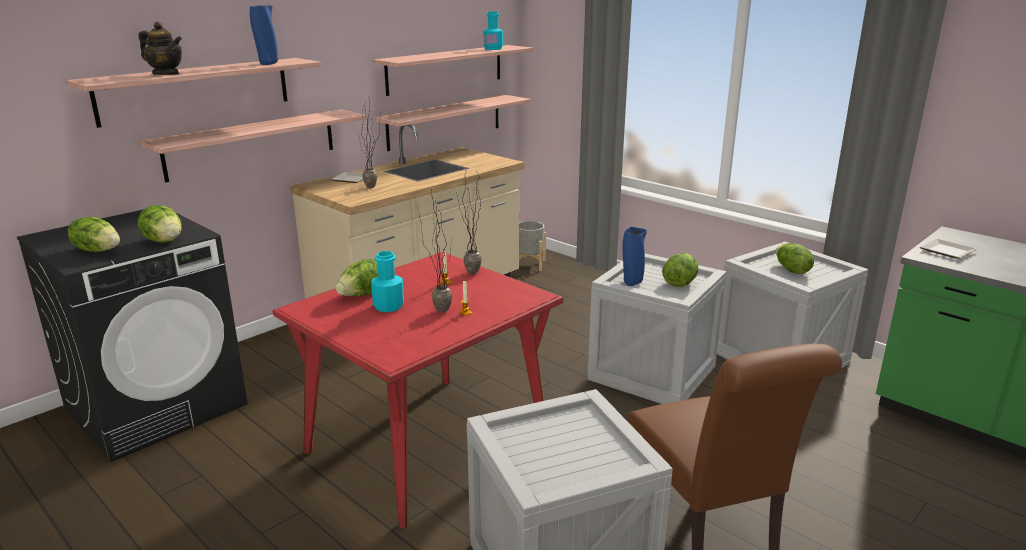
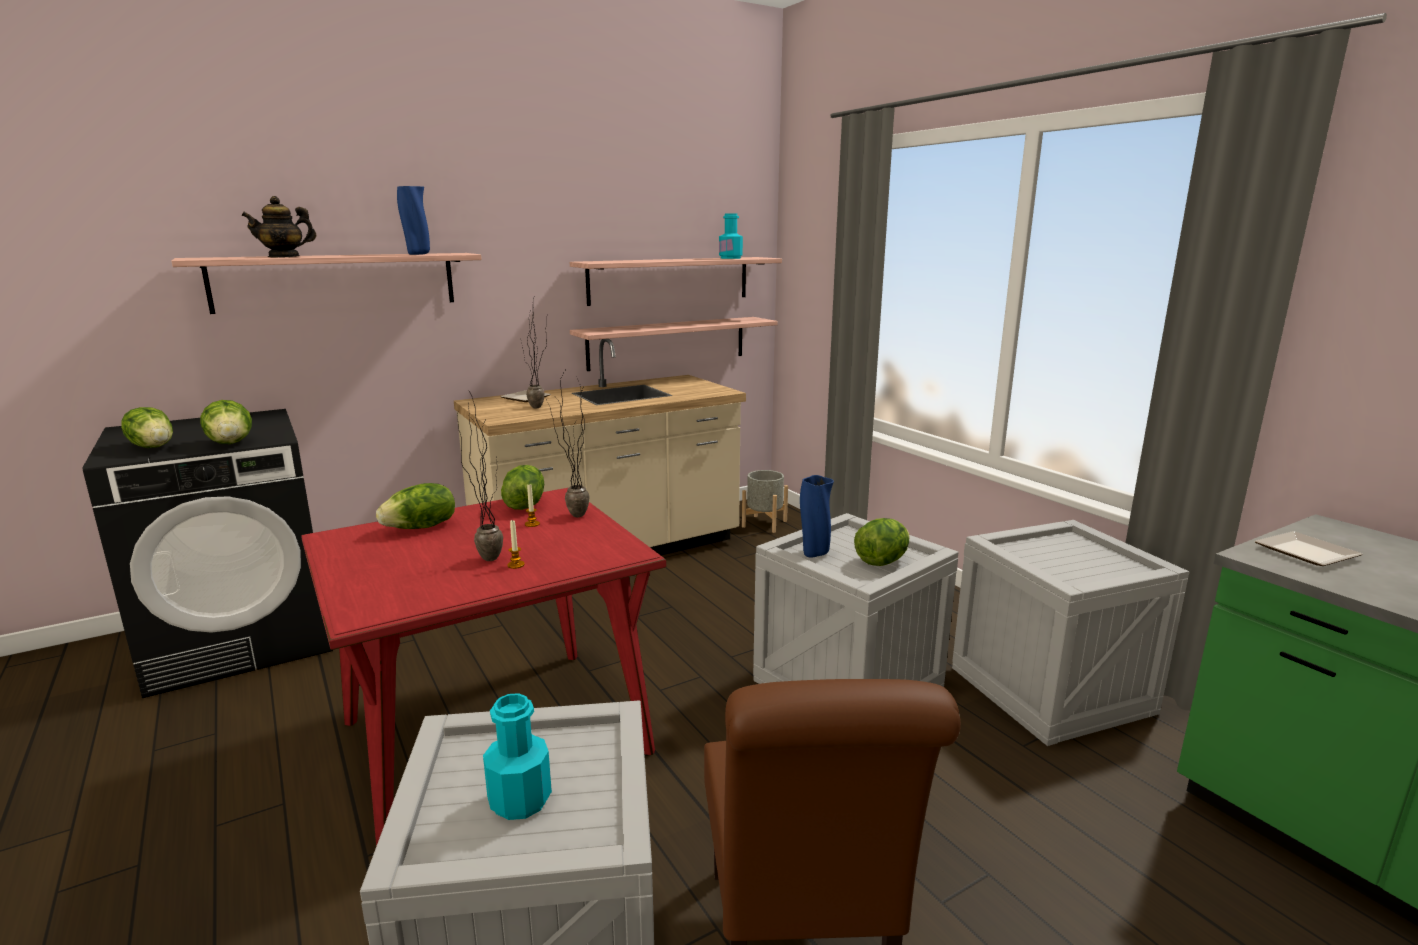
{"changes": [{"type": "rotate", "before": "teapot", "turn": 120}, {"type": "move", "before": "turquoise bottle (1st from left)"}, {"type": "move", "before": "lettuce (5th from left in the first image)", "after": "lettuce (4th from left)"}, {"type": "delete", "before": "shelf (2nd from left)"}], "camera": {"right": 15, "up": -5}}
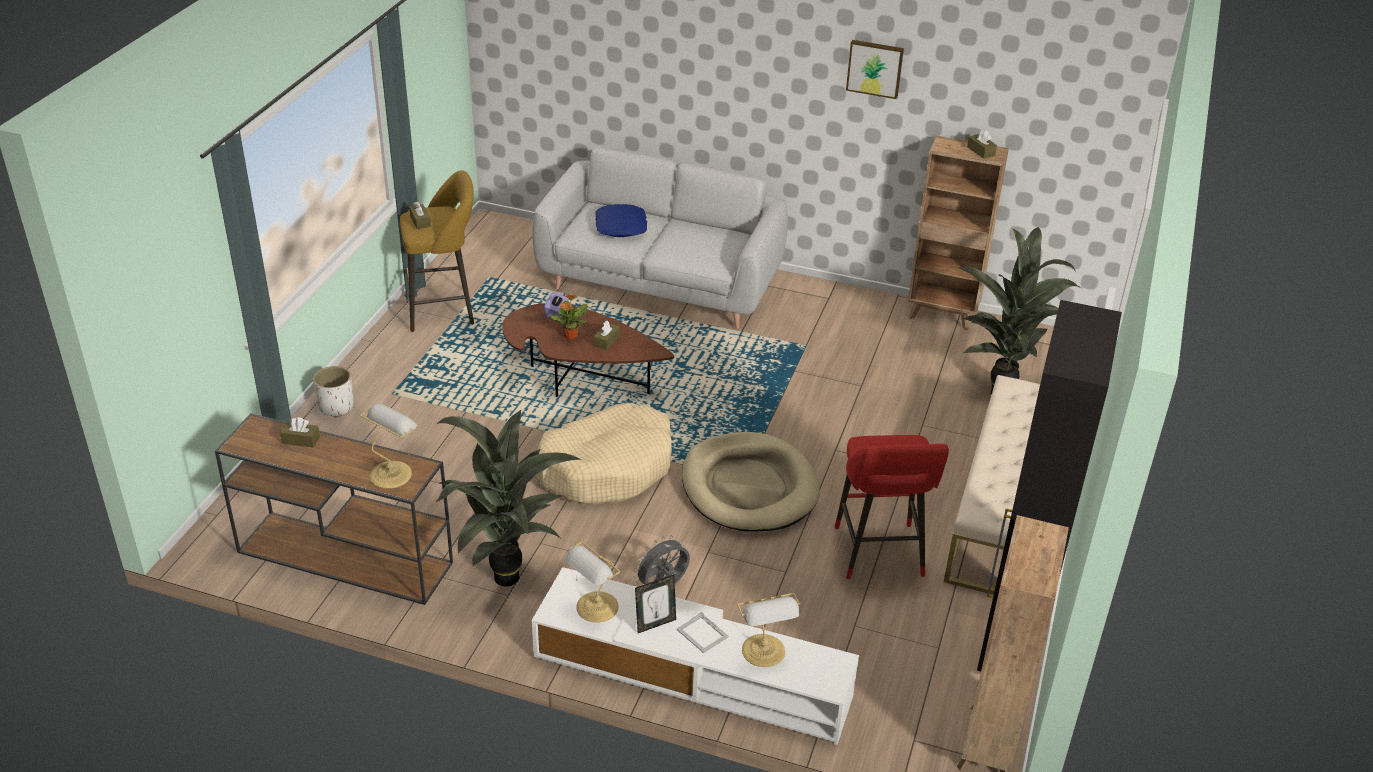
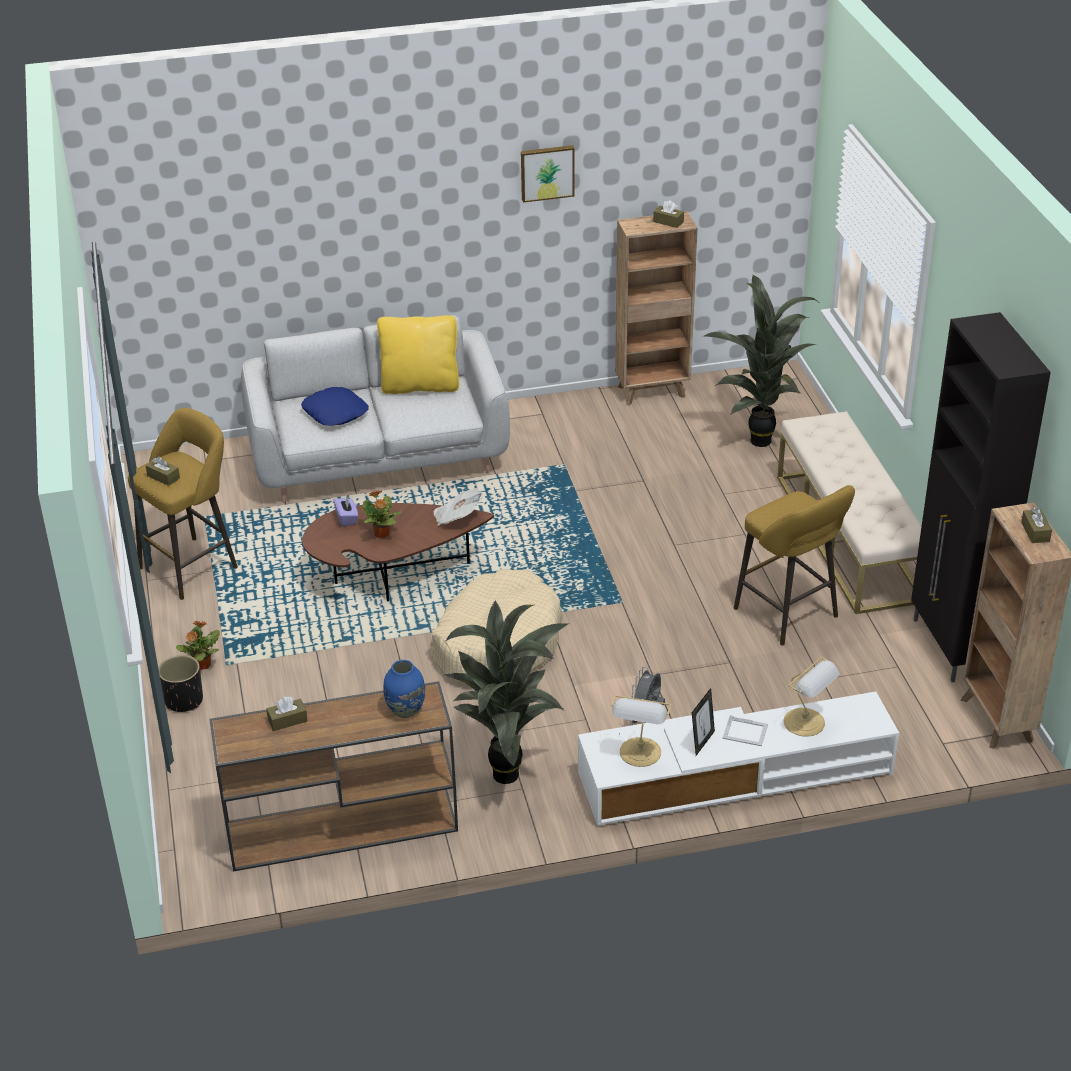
{"changes": [{"type": "recolor", "before": "white planter", "after": "black planter"}, {"type": "insert", "after": "potted plant (1st from left)"}, {"type": "insert", "after": "yellow pillow"}, {"type": "replace", "before": "table lamp (1st from left)", "after": "blue vase"}, {"type": "insert", "after": "newspaper"}, {"type": "recolor", "before": "red stool", "after": "yellow stool (2nd from left)"}, {"type": "move", "before": "brown tissue box (3rd from left in the first image)", "after": "brown tissue box (4th from left)"}, {"type": "delete", "before": "beige dog bed (2nd from left)"}], "camera": {"right": -30, "up": 0}}
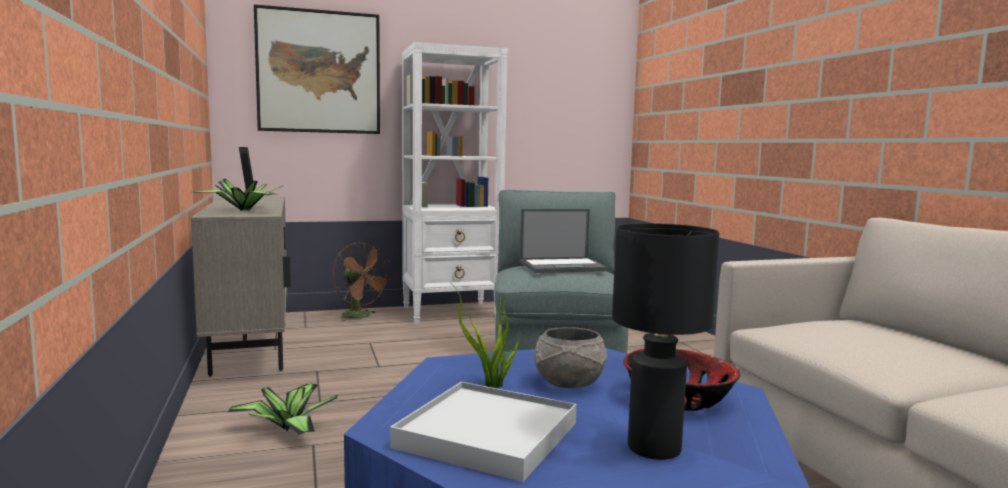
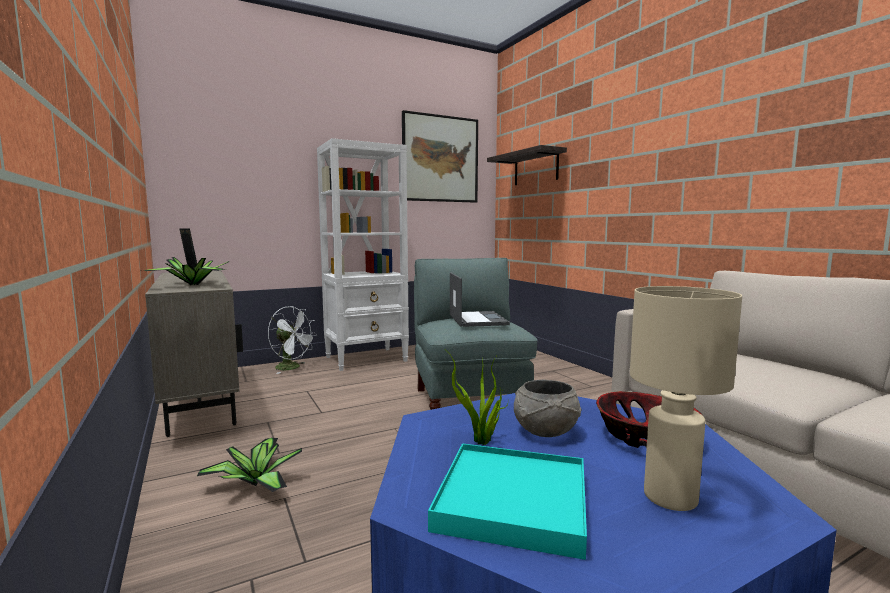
{"changes": [{"type": "recolor", "before": "brown fan", "after": "white fan"}, {"type": "move", "before": "picture"}, {"type": "recolor", "before": "white tray", "after": "turquoise tray"}, {"type": "rotate", "before": "laptop", "turn": -75}, {"type": "insert", "after": "shelf"}, {"type": "recolor", "before": "black table lamp", "after": "beige table lamp"}], "camera": {"right": -10, "up": 0}}
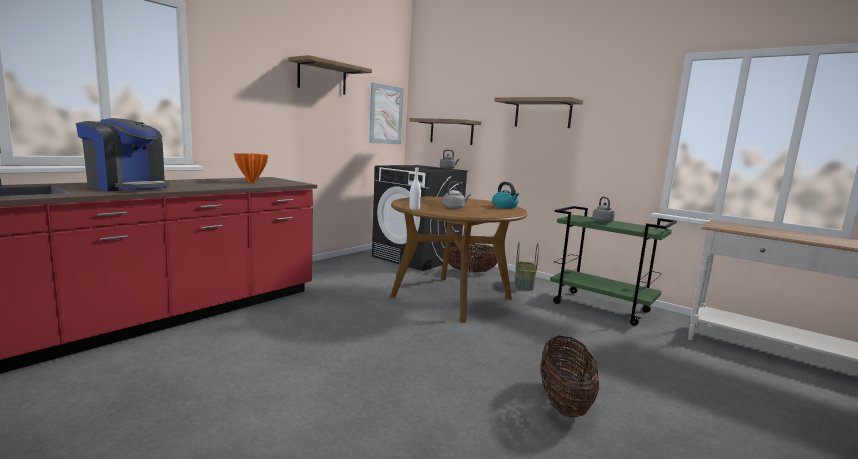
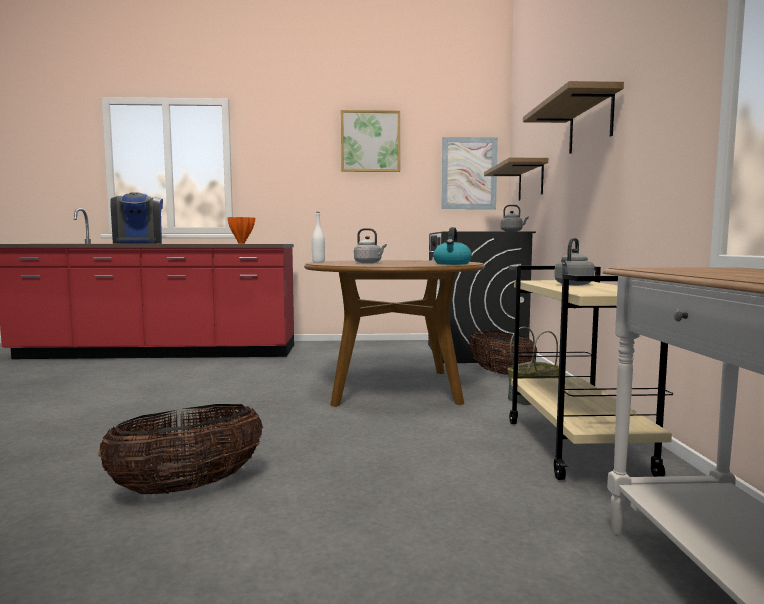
{"changes": [{"type": "replace", "before": "shelf (1st from left)", "after": "picture (1st from left)"}, {"type": "recolor", "before": "green cart", "after": "beige cart"}], "camera": {"right": 50, "up": -5}}
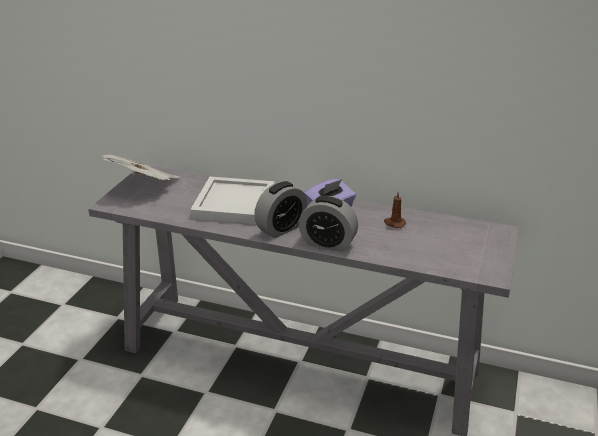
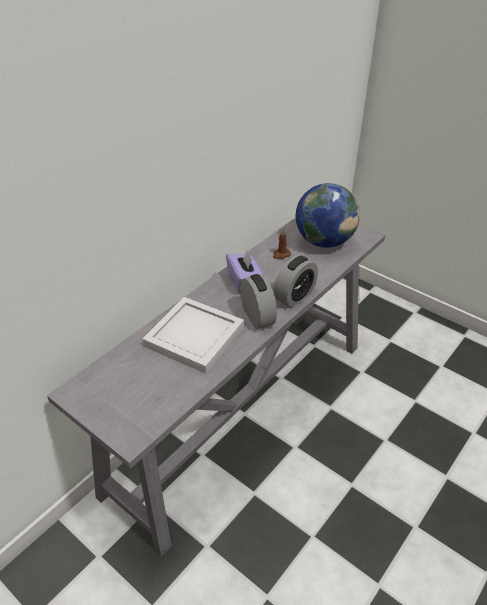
{"changes": [{"type": "insert", "after": "globe"}, {"type": "delete", "before": "newspaper"}], "camera": {"right": -70, "up": 10}}
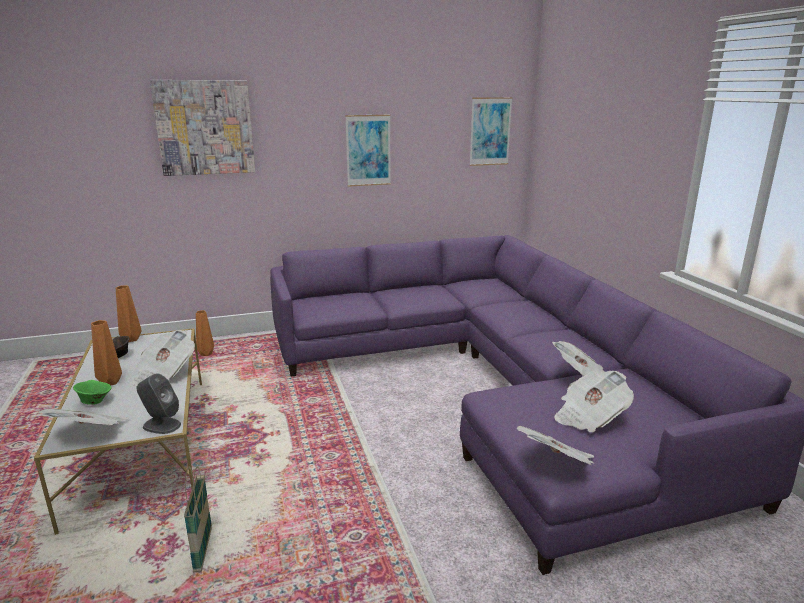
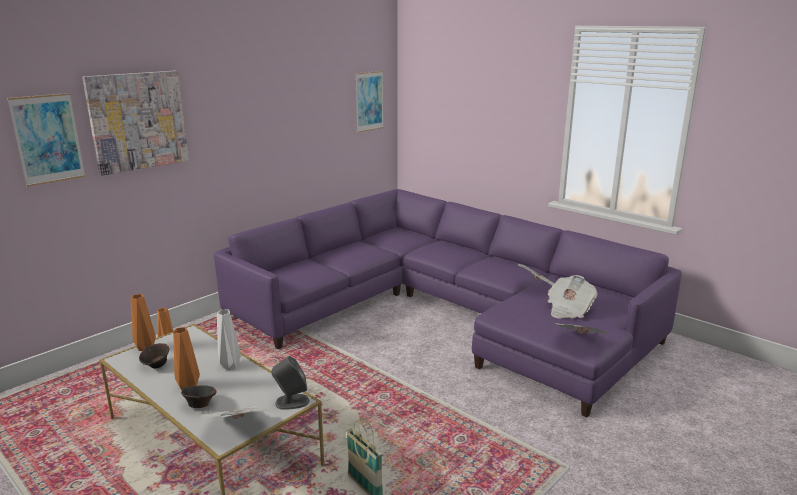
{"changes": [{"type": "move", "before": "picture (2nd from left in the first image)", "after": "picture (1st from left)"}, {"type": "recolor", "before": "green bowl", "after": "brown bowl (2nd from left)"}, {"type": "replace", "before": "newspaper (2nd from left)", "after": "white vase"}], "camera": {"right": -30, "up": 0}}
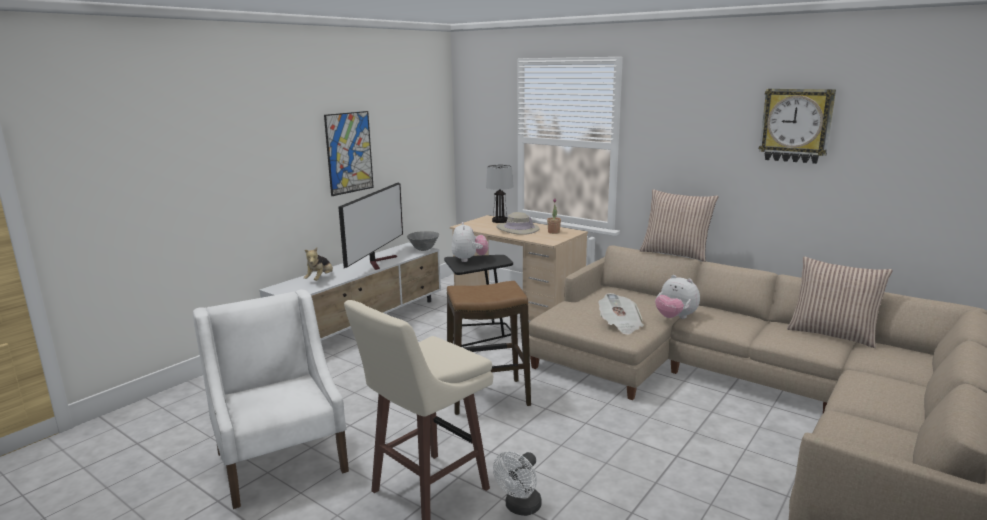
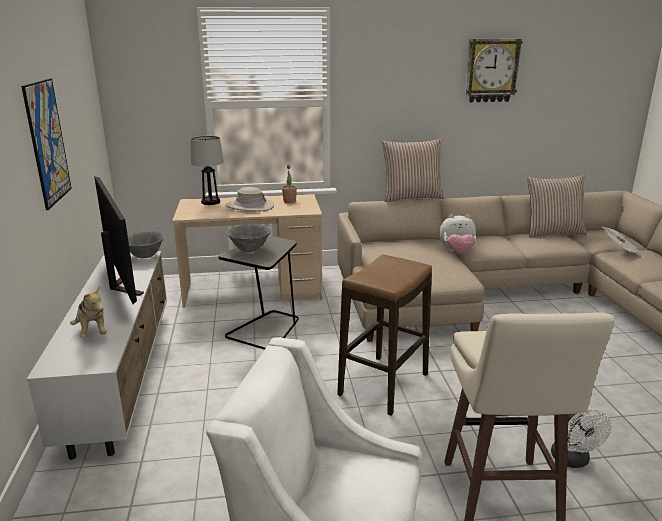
{"changes": [{"type": "replace", "before": "plush toy (2nd from left)", "after": "grey bowl (2nd from left)"}, {"type": "move", "before": "newspaper"}], "camera": {"right": -45, "up": 5}}
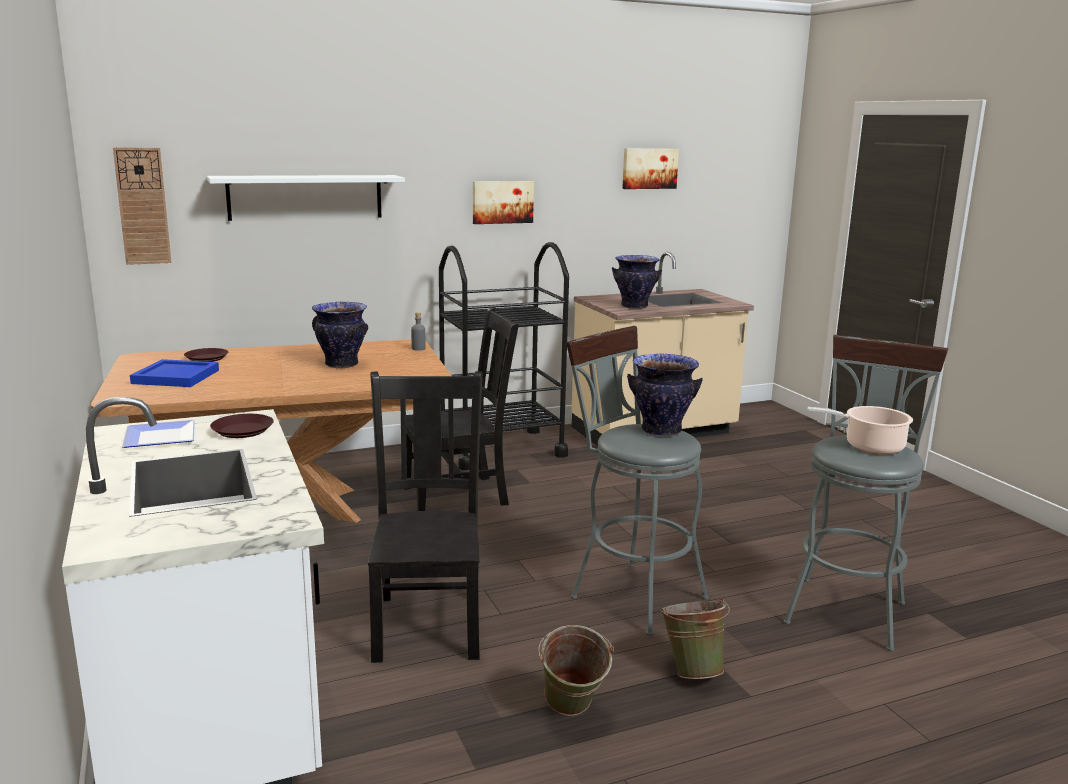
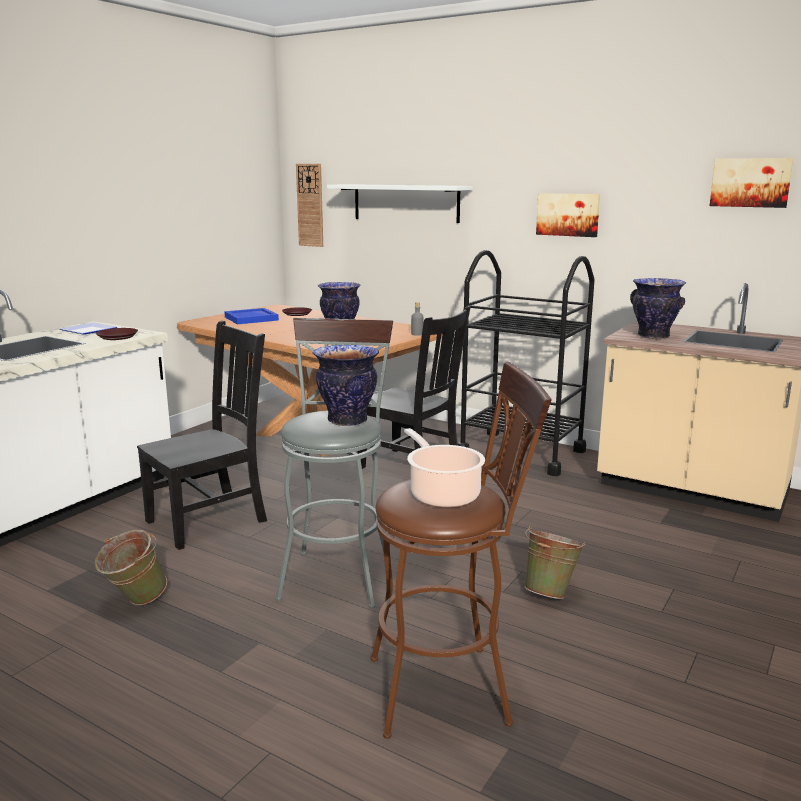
{"changes": [{"type": "recolor", "before": "grey stool (2nd from left)", "after": "brown stool"}, {"type": "move", "before": "green bucket (2nd from left)"}], "camera": {"right": 55, "up": 0}}
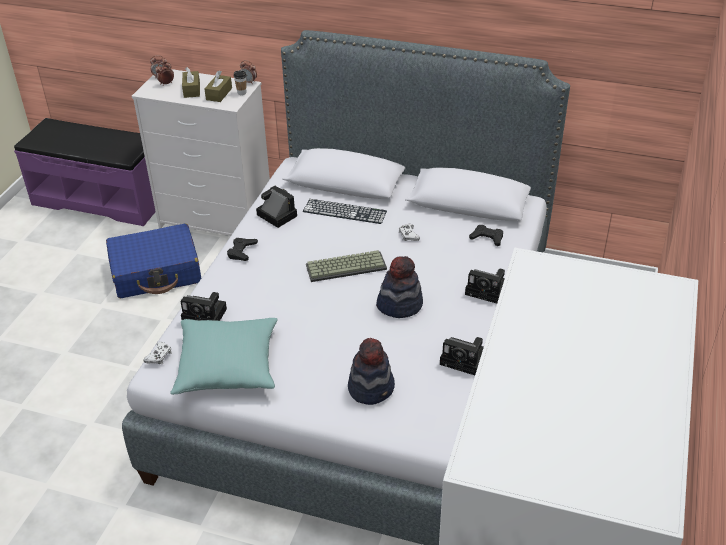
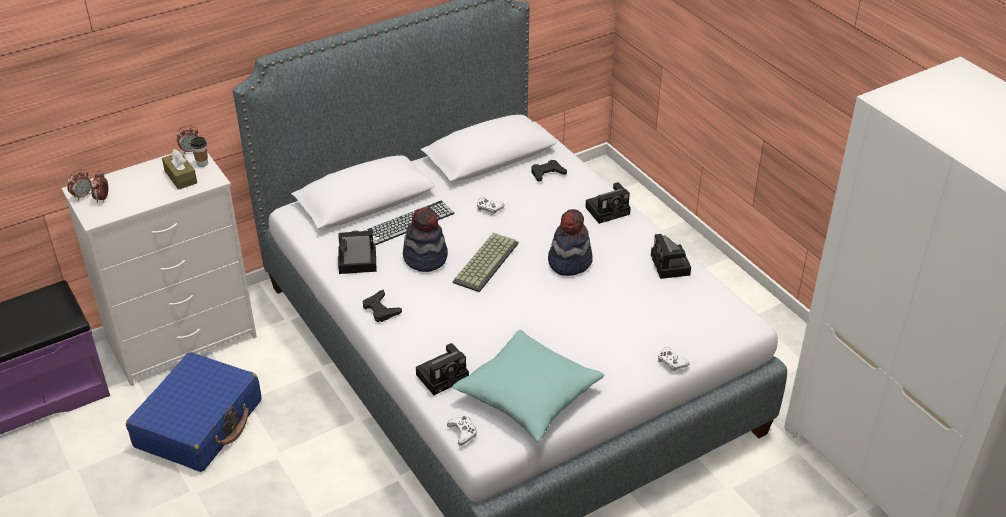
{"changes": [{"type": "move", "before": "hat (1st from left)"}, {"type": "rotate", "before": "photo camera (3rd from left in the first image)", "turn": 105}, {"type": "insert", "after": "white game controller (3rd from left)"}, {"type": "delete", "before": "brown tissue box (1st from left)"}], "camera": {"right": -50, "up": 0}}
